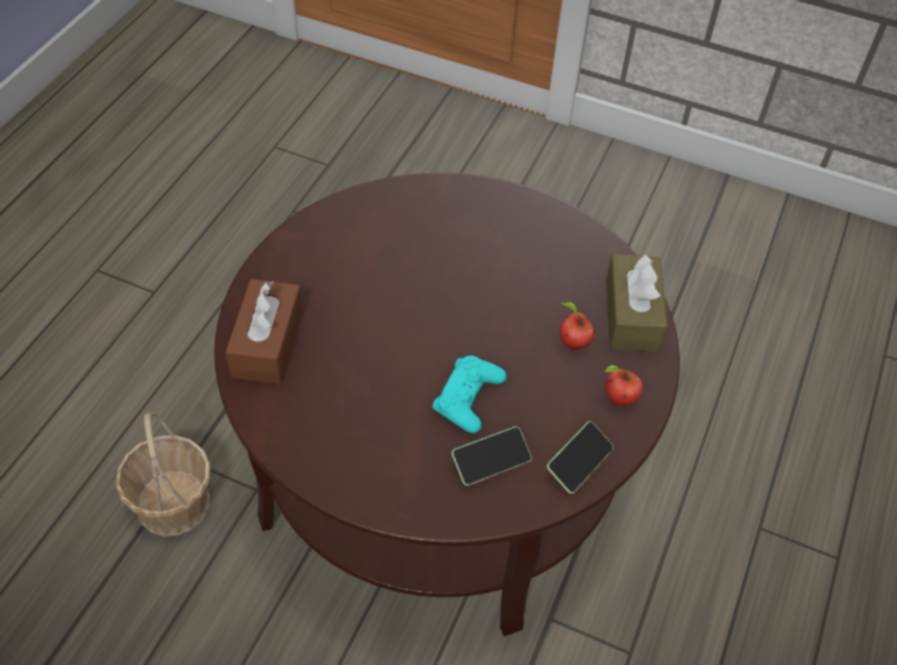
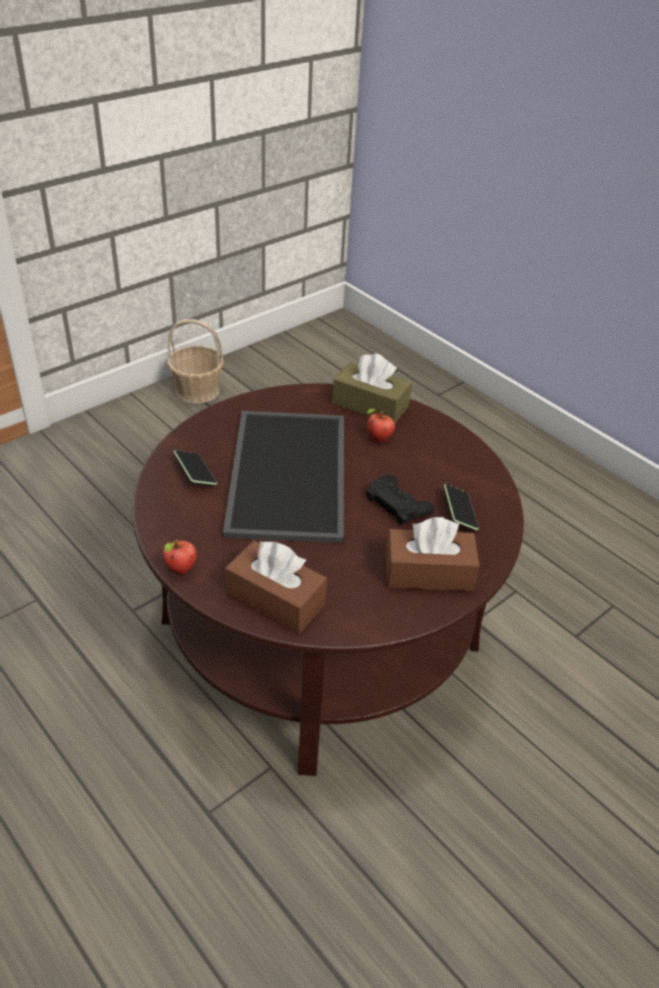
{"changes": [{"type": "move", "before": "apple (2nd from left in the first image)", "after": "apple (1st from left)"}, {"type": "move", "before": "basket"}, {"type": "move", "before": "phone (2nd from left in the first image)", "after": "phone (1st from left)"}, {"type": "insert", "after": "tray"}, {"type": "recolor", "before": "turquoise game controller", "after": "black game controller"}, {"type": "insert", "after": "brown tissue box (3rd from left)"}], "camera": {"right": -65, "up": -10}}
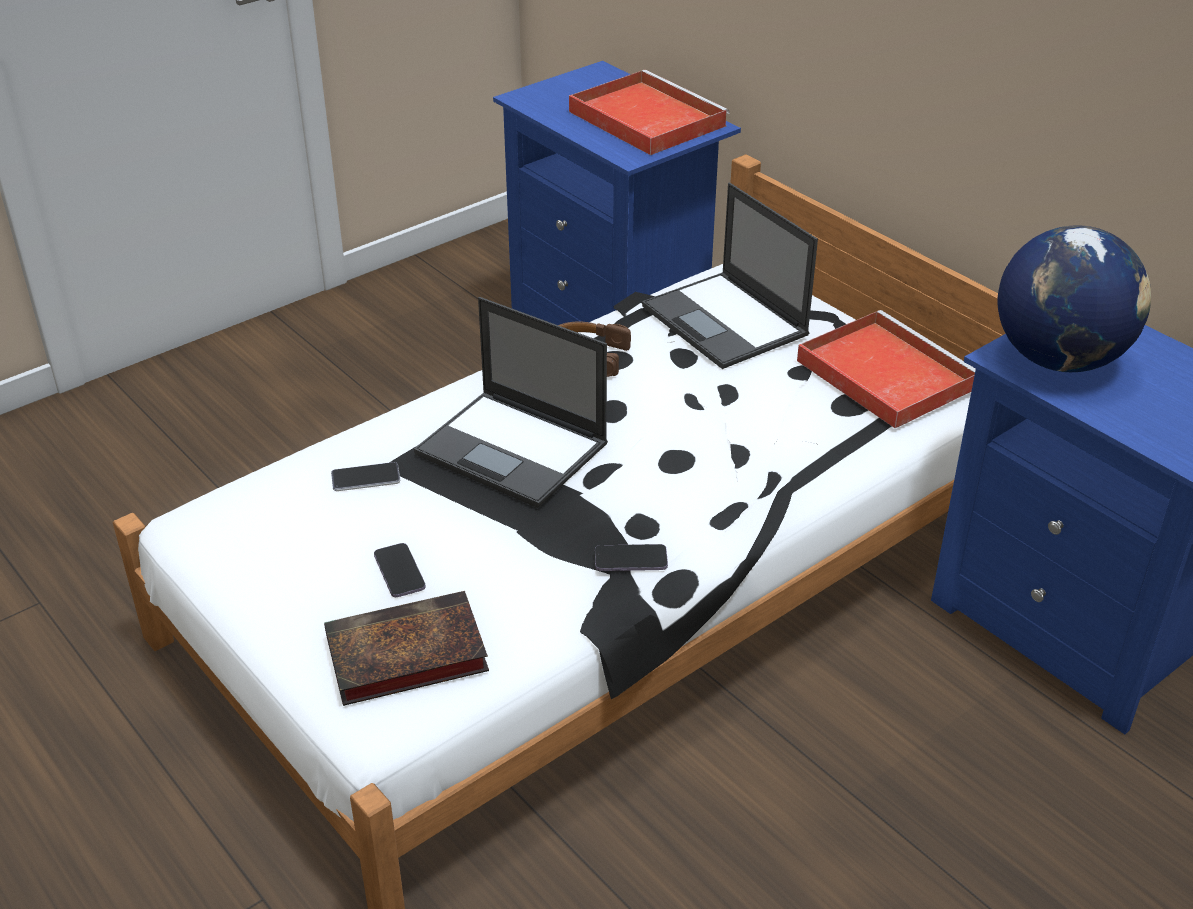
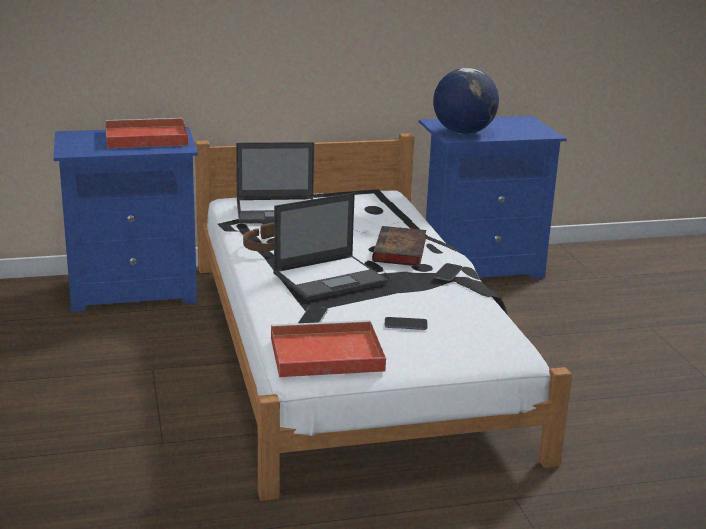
{"changes": [{"type": "move", "before": "red tray (2nd from left)"}, {"type": "move", "before": "book"}], "camera": {"right": -65, "up": -15}}
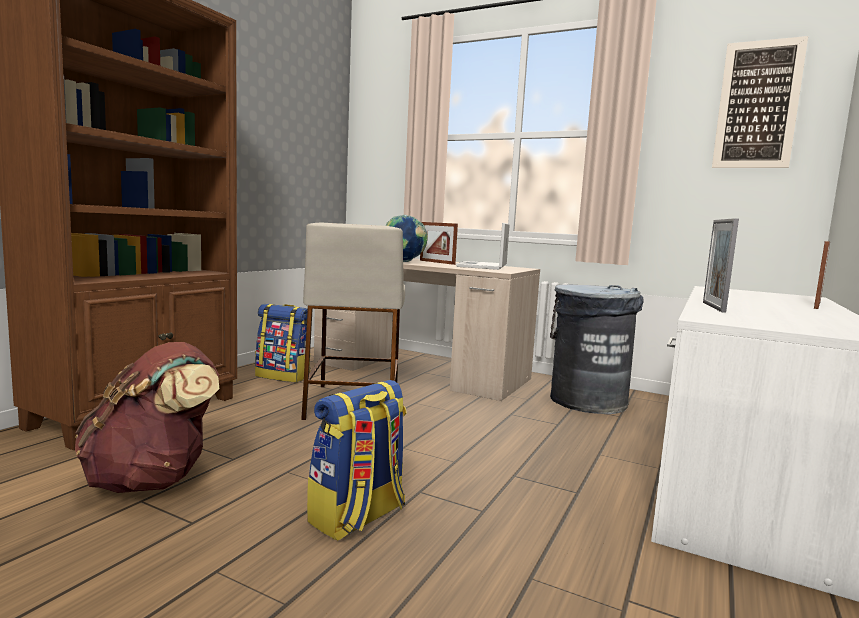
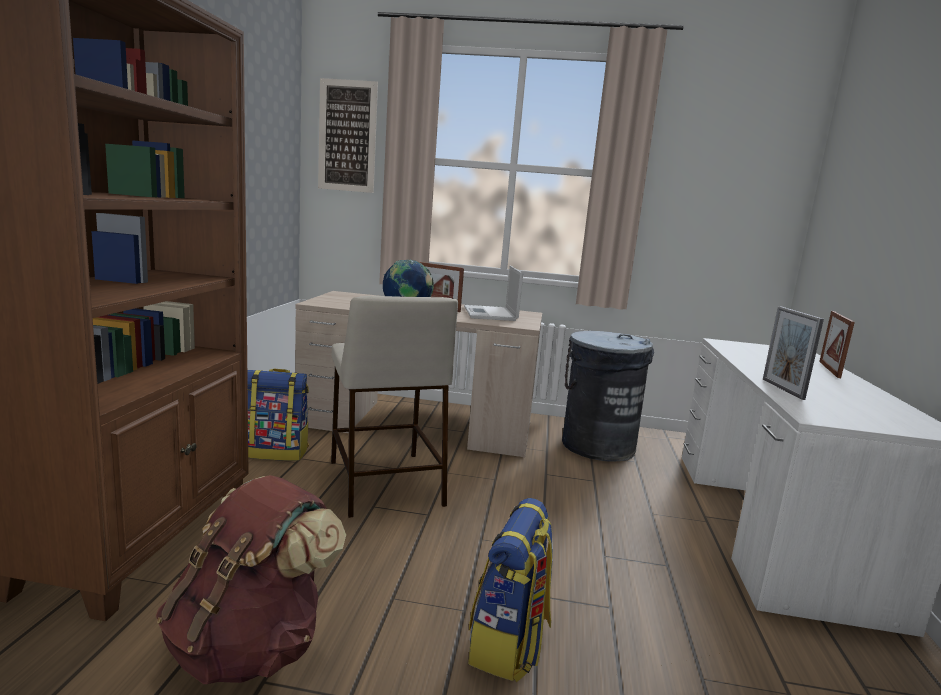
{"changes": [{"type": "move", "before": "picture"}], "camera": {"right": -20, "up": 5}}
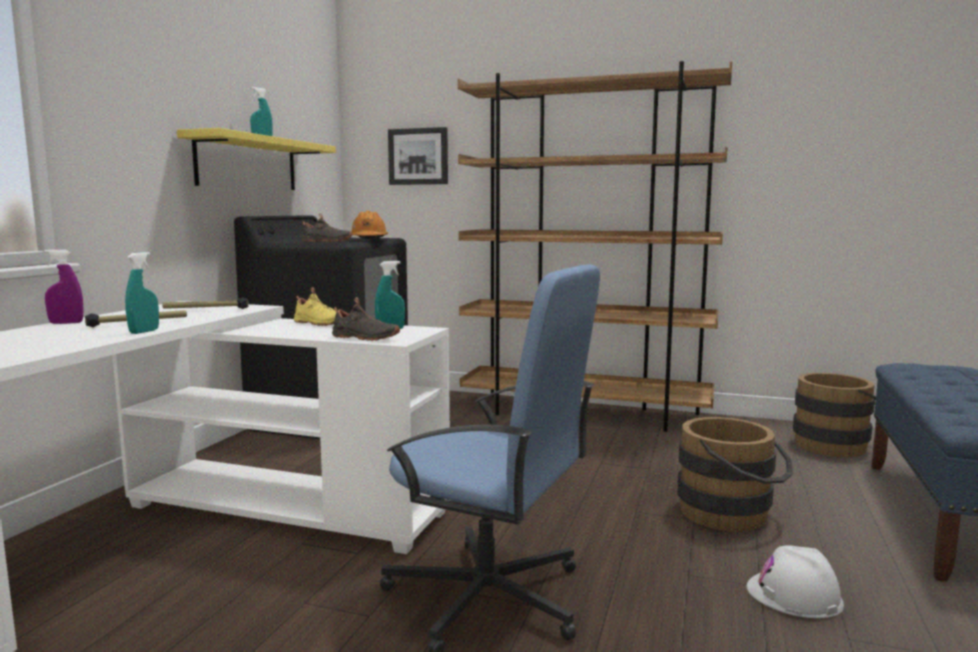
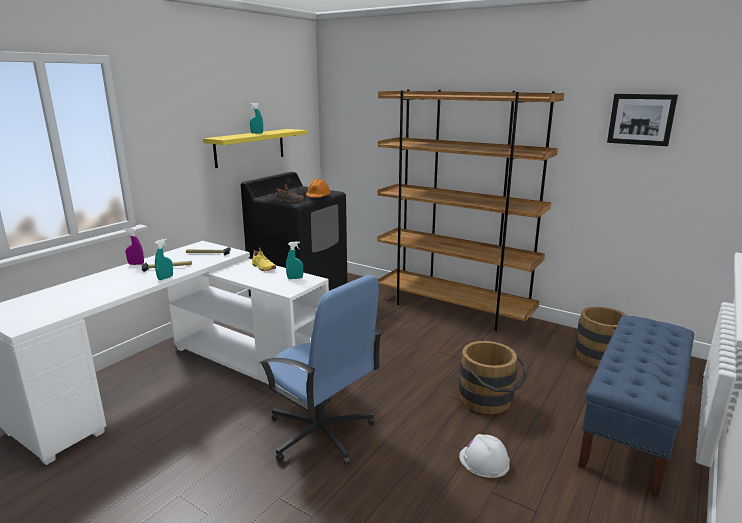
{"changes": [{"type": "move", "before": "picture"}, {"type": "delete", "before": "black shoe (2nd from left)"}], "camera": {"right": 15, "up": 10}}
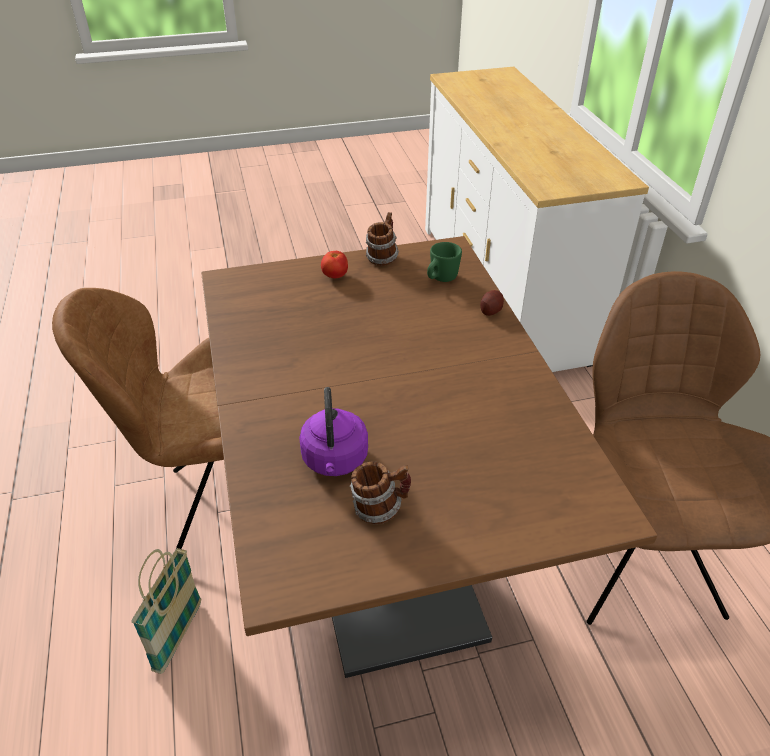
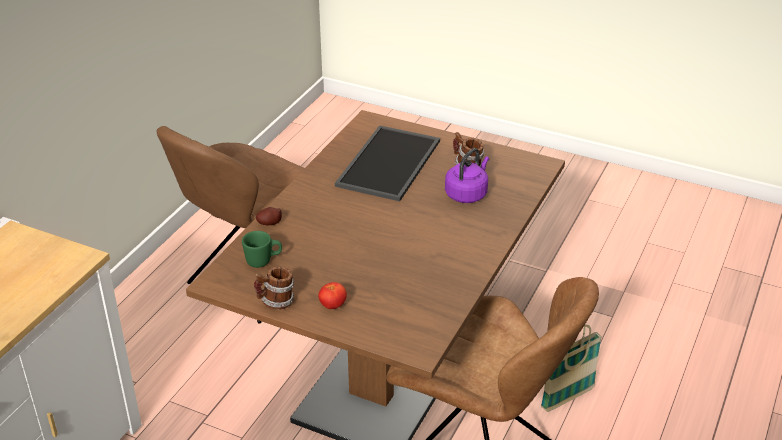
{"changes": [{"type": "insert", "after": "tray"}], "camera": {"right": -140, "up": -5}}
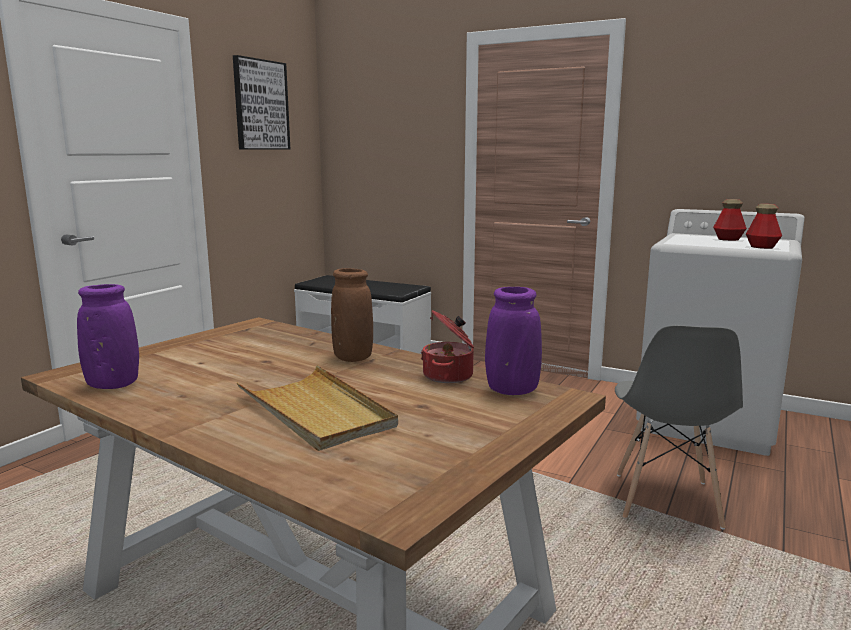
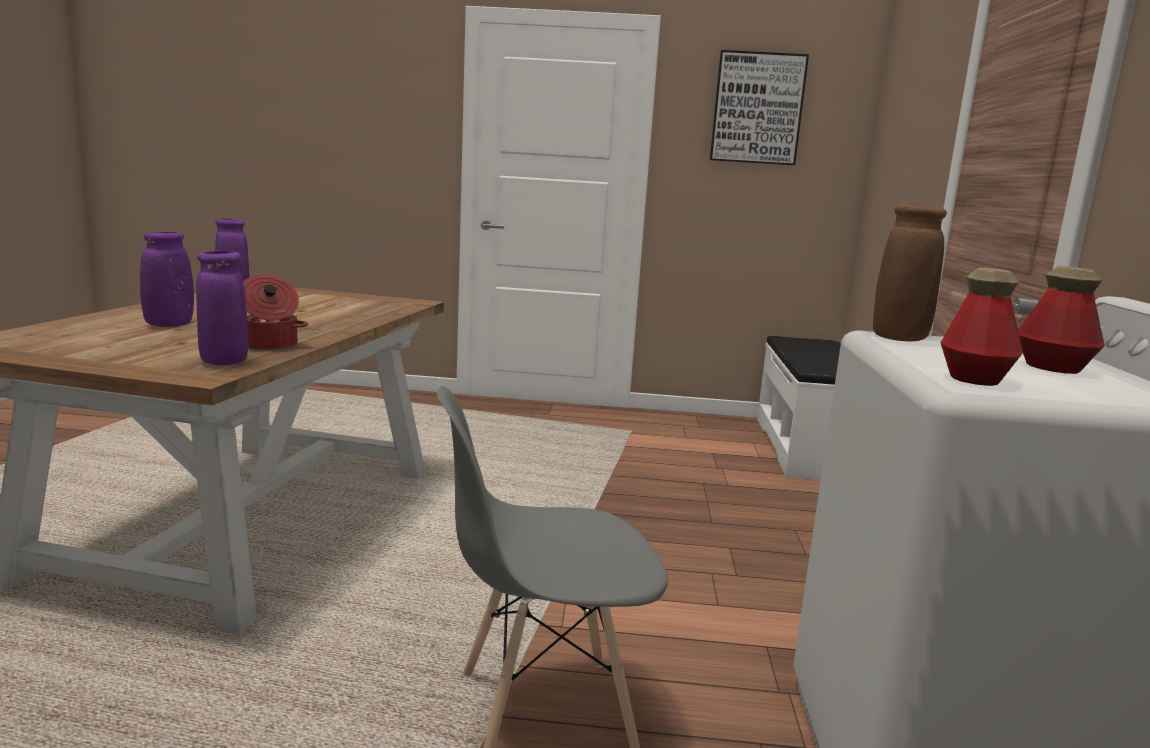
{"changes": [{"type": "replace", "before": "beige tray", "after": "purple vase (1st from left)"}, {"type": "move", "before": "brown vase"}], "camera": {"right": 65, "up": 0}}
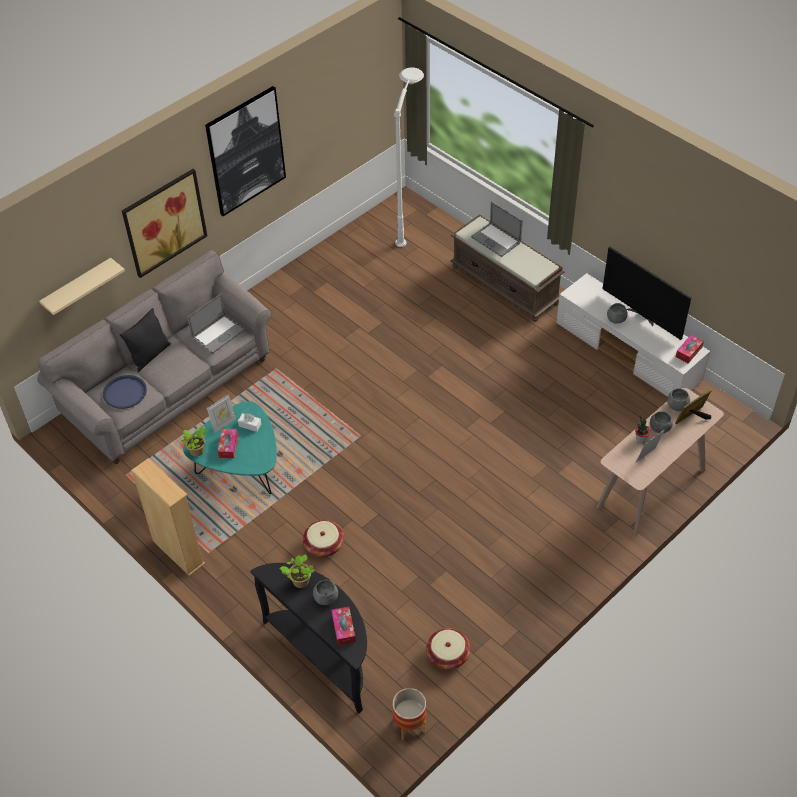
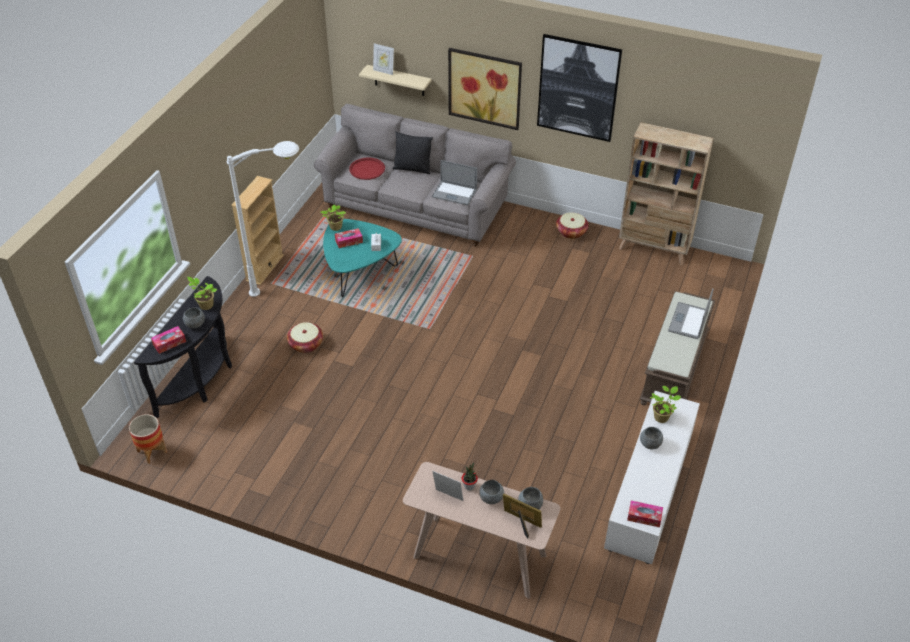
{"changes": [{"type": "move", "before": "white floor lamp"}, {"type": "recolor", "before": "blue tray", "after": "red tray"}, {"type": "move", "before": "picture frame (1st from left)"}, {"type": "move", "before": "basket (2nd from left)"}, {"type": "insert", "after": "beige bookcase (2nd from left)"}, {"type": "insert", "after": "potted plant (4th from left)"}, {"type": "delete", "before": "television"}], "camera": {"right": 65, "up": -5}}
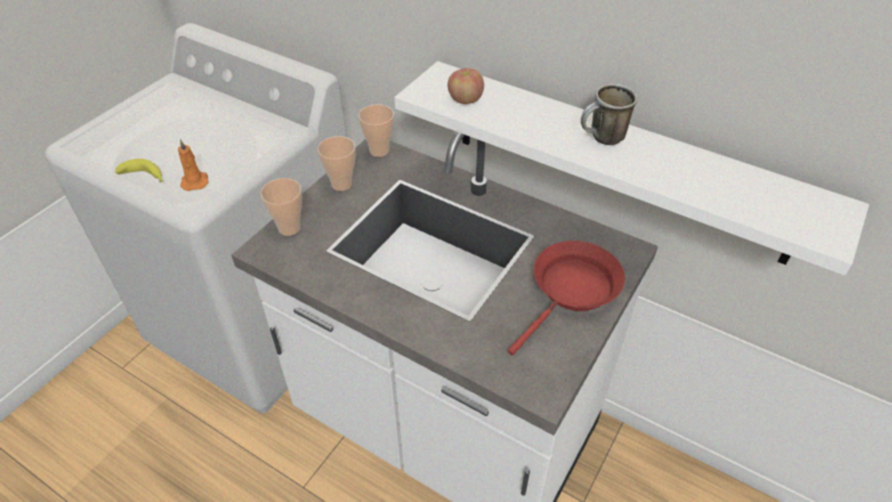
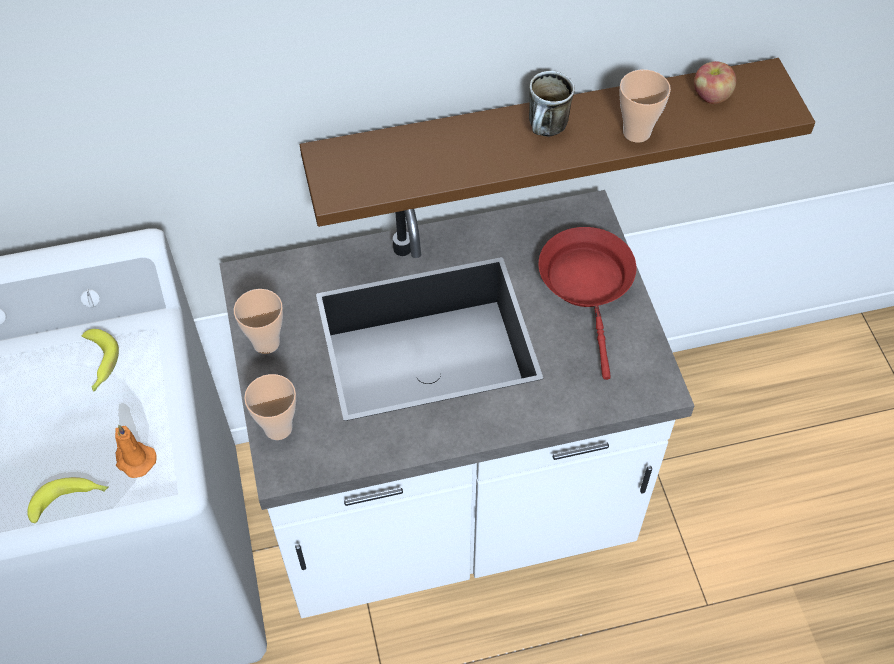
{"changes": [{"type": "insert", "after": "banana (2nd from left)"}, {"type": "recolor", "before": "white shelf", "after": "brown shelf"}, {"type": "move", "before": "cup (3rd from left)"}, {"type": "move", "before": "apple"}], "camera": {"right": -45, "up": 10}}
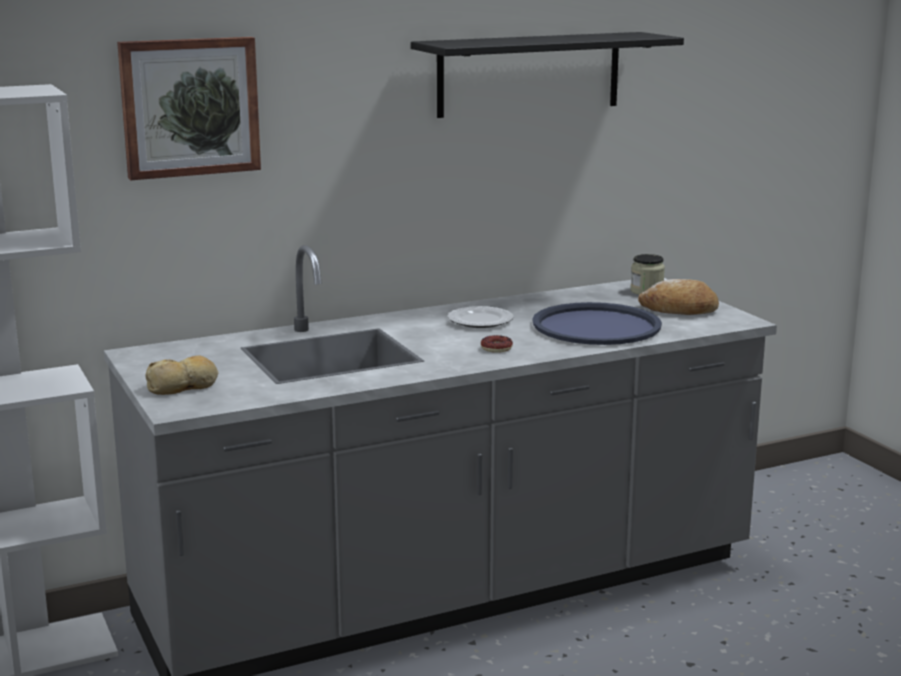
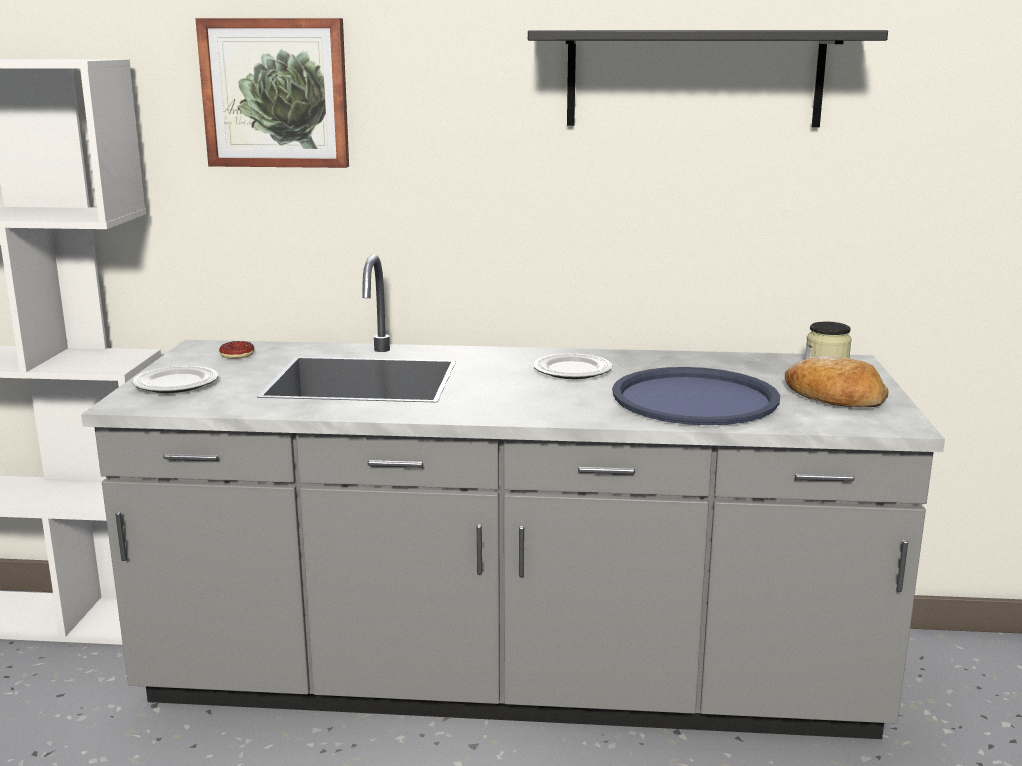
{"changes": [{"type": "replace", "before": "bread (1st from left)", "after": "plate (1st from left)"}, {"type": "move", "before": "donut"}], "camera": {"right": 30, "up": 0}}
